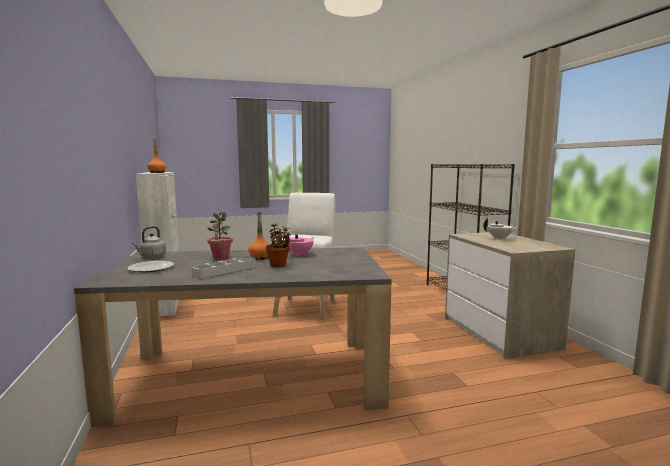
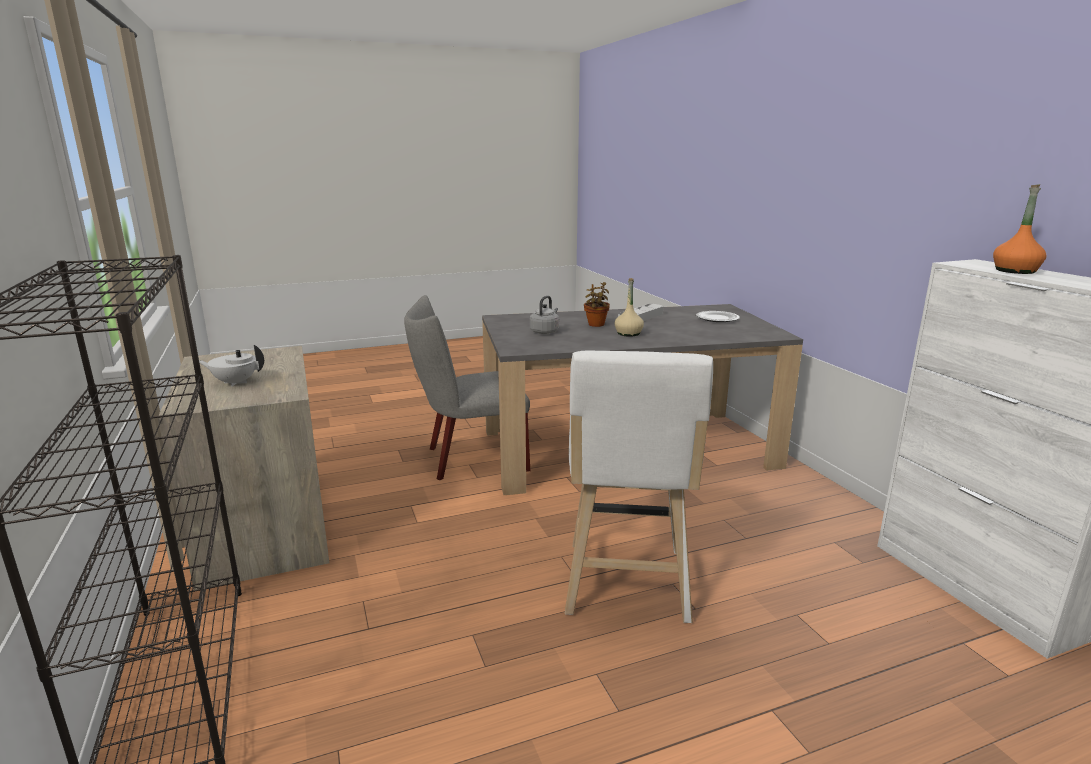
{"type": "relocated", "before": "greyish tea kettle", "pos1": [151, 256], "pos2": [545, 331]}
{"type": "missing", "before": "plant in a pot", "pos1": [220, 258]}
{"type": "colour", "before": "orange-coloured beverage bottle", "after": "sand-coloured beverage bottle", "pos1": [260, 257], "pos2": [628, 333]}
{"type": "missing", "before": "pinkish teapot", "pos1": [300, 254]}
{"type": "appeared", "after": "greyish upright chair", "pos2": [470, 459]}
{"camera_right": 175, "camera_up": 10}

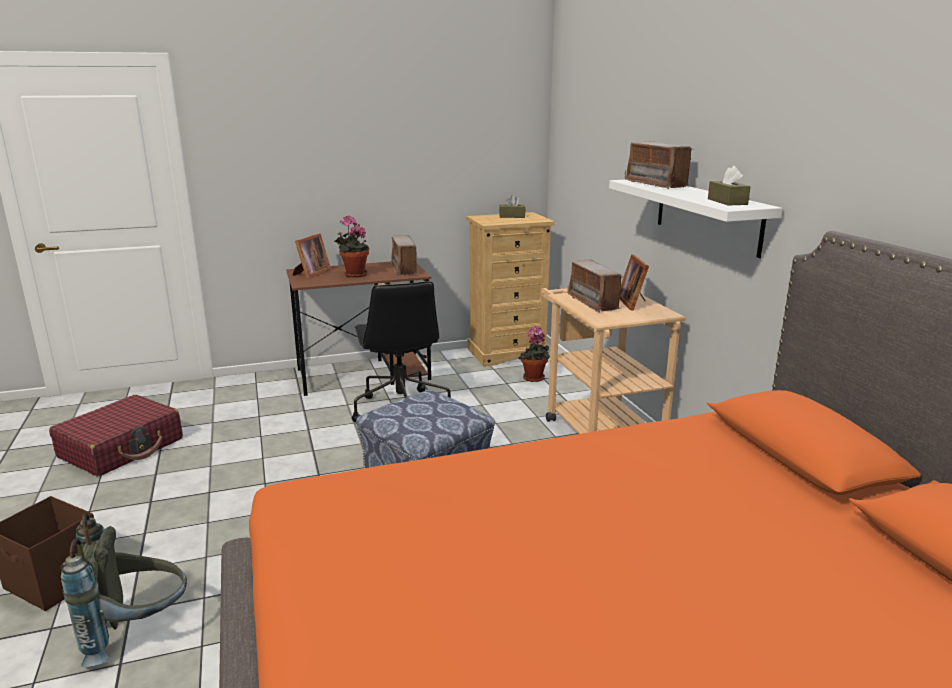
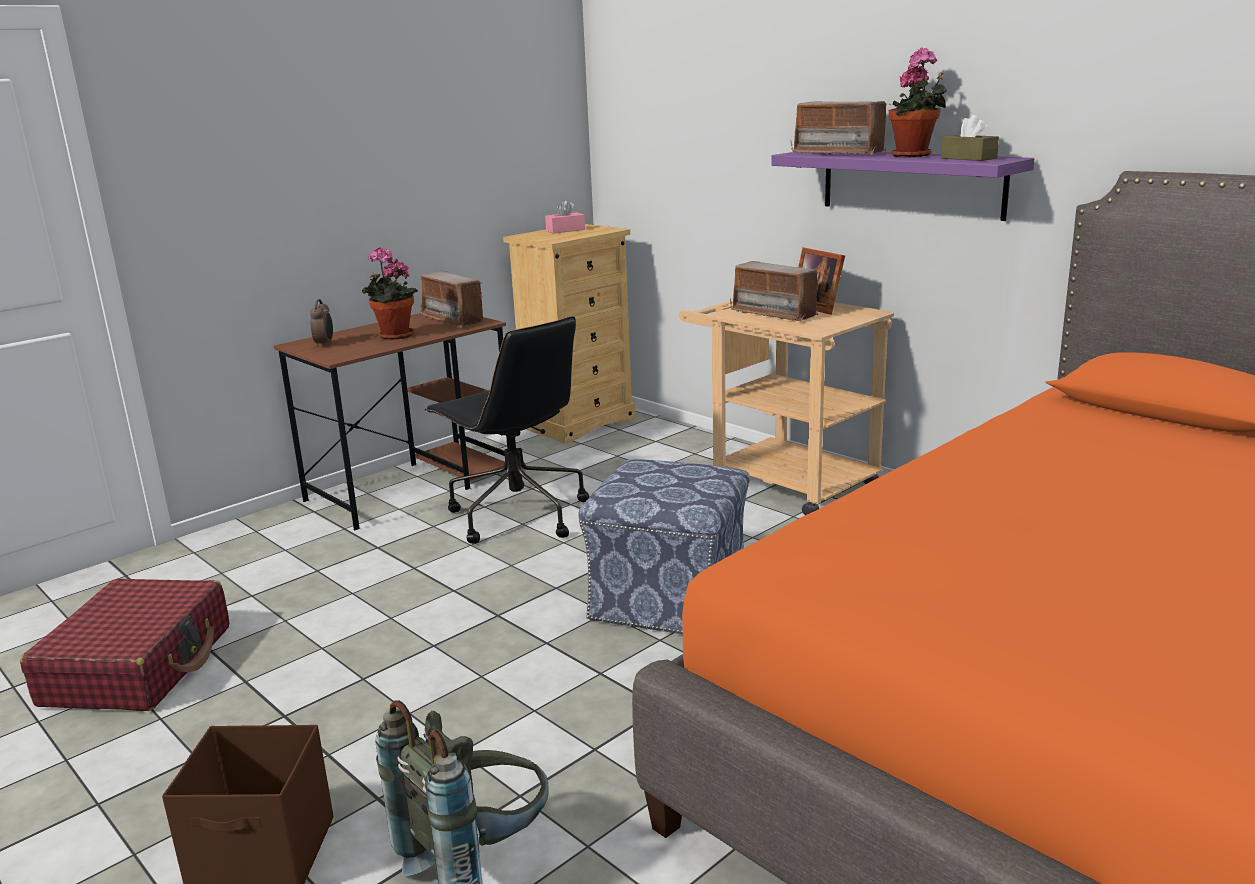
{"type": "exchanged", "before": "photo frame", "after": "alarm clock", "pos1": [311, 273], "pos2": [325, 344]}
{"type": "colour", "before": "brown-coloured tissue holder", "after": "pinkish tissue holder", "pos1": [512, 216], "pos2": [565, 230]}
{"type": "relocated", "before": "plant in a pot", "pos1": [534, 379], "pos2": [914, 156]}
{"type": "colour", "before": "white bracket shelf", "after": "purple-coloured bracket shelf", "pos1": [707, 215], "pos2": [911, 183]}
{"camera_right": -25, "camera_up": 0}

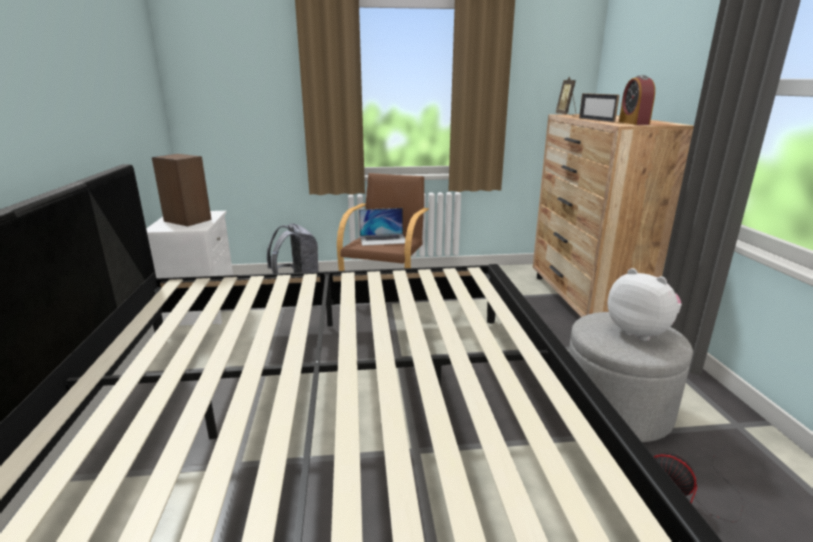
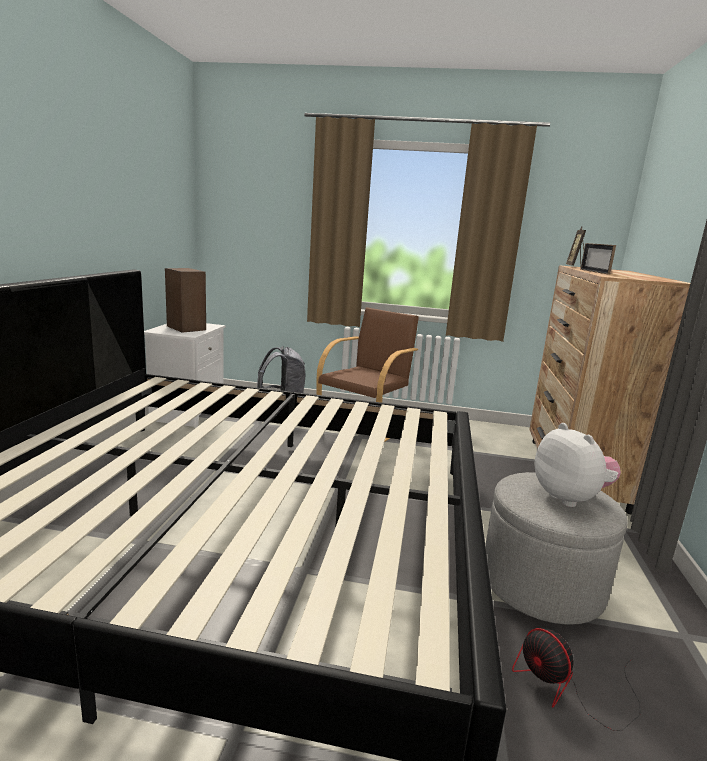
{"type": "missing", "before": "portable computer", "pos1": [383, 239]}
{"type": "missing", "before": "alarm clock", "pos1": [633, 123]}
{"camera_right": 15, "camera_up": -5}

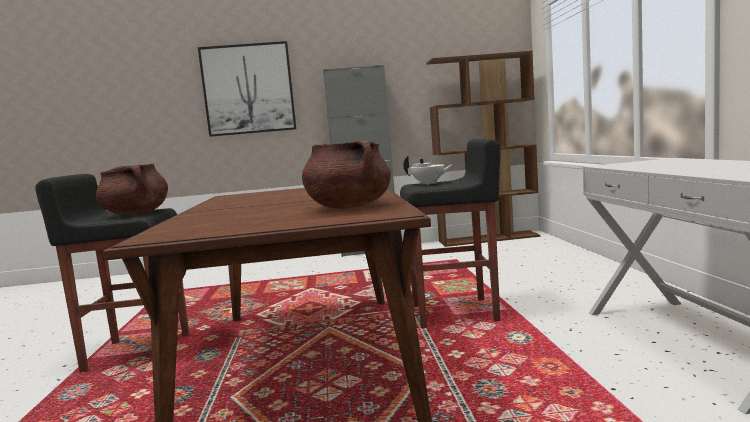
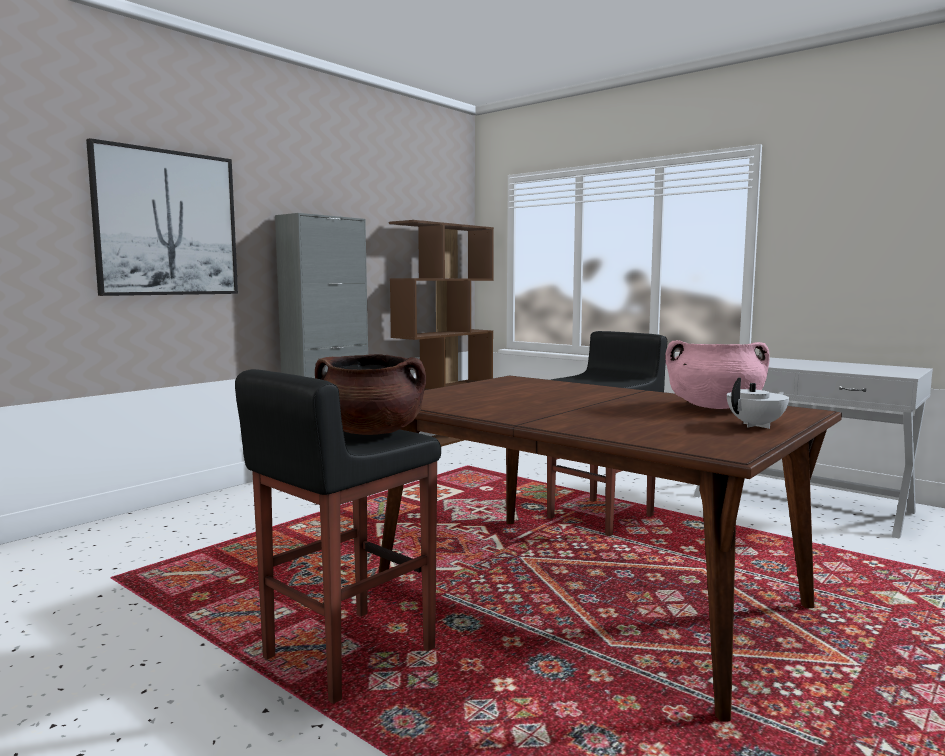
{"type": "colour", "before": "brown-coloured stockpot", "after": "pinkish stockpot", "pos1": [348, 207], "pos2": [714, 407]}
{"type": "relocated", "before": "white teapot", "pos1": [429, 183], "pos2": [756, 425]}
{"camera_right": -45, "camera_up": 0}

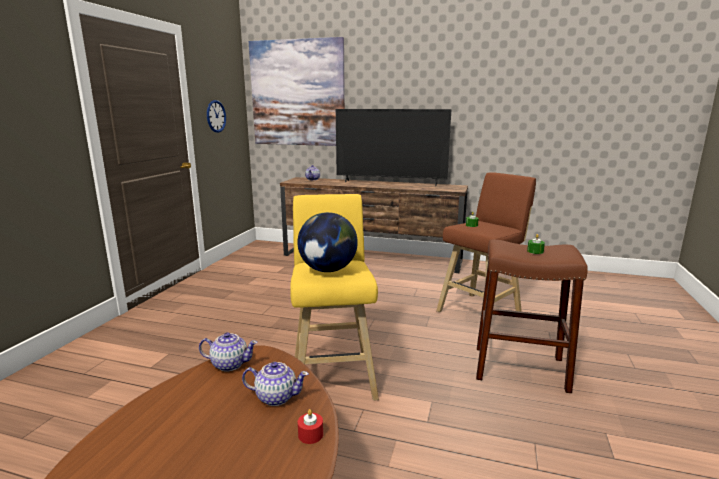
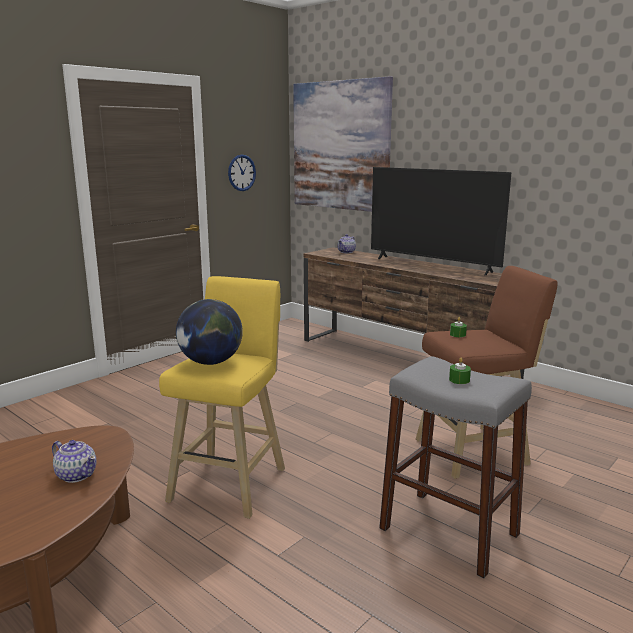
{"type": "missing", "before": "teapot", "pos1": [229, 364]}
{"type": "missing", "before": "red-coloured wax candle", "pos1": [310, 434]}
{"type": "colour", "before": "brown-coloured sitting stool", "after": "greyish sitting stool", "pos1": [519, 368], "pos2": [448, 531]}
{"camera_right": 25, "camera_up": 0}

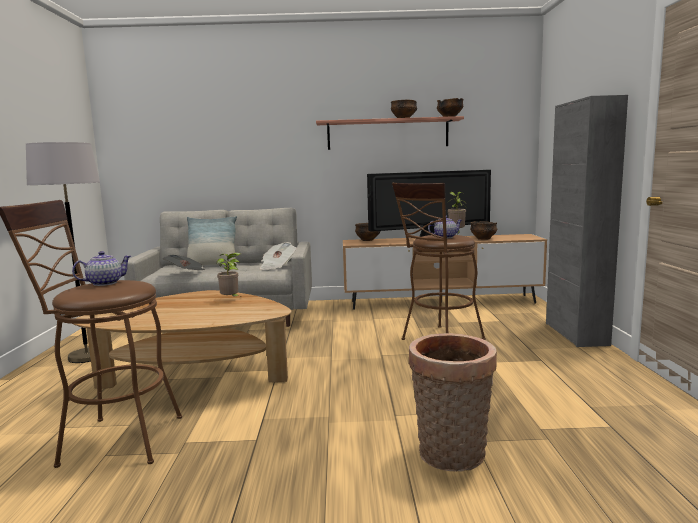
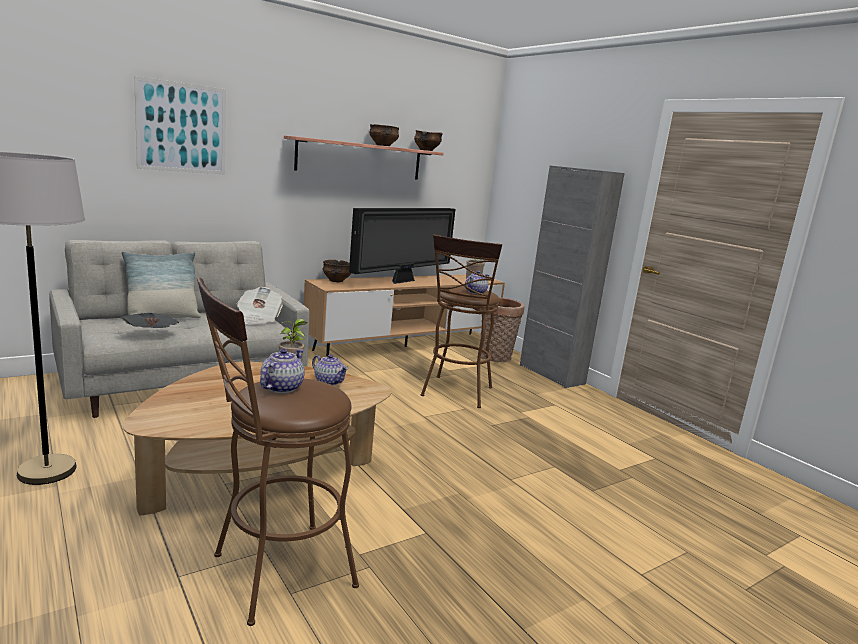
{"type": "relocated", "before": "storage basket", "pos1": [451, 457], "pos2": [495, 358]}
{"type": "missing", "before": "serving bowl", "pos1": [483, 239]}
{"type": "appeared", "after": "wall art", "pos2": [182, 128]}
{"type": "appeared", "after": "teapot", "pos2": [329, 382]}
{"camera_right": -35, "camera_up": 5}

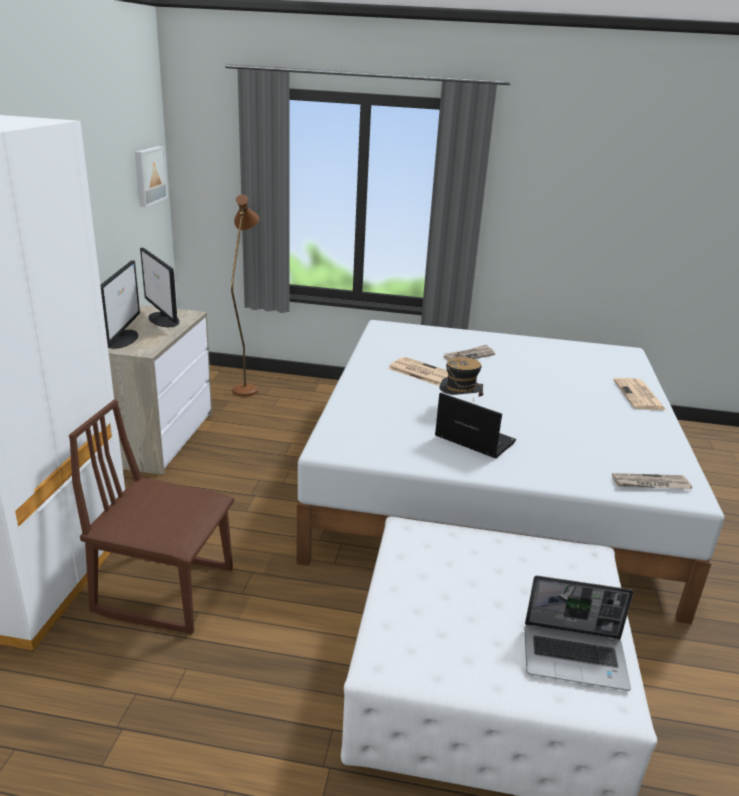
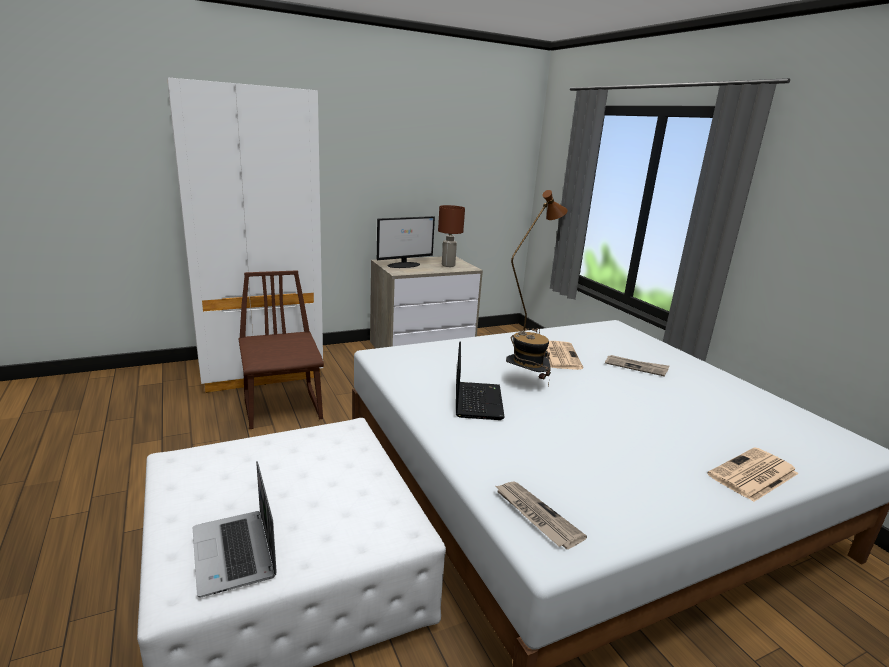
{"type": "missing", "before": "wall art", "pos1": [148, 175]}
{"type": "exchanged", "before": "computer screen", "after": "brown-coloured lamp for a table", "pos1": [163, 320], "pos2": [448, 265]}
{"camera_right": 55, "camera_up": -5}

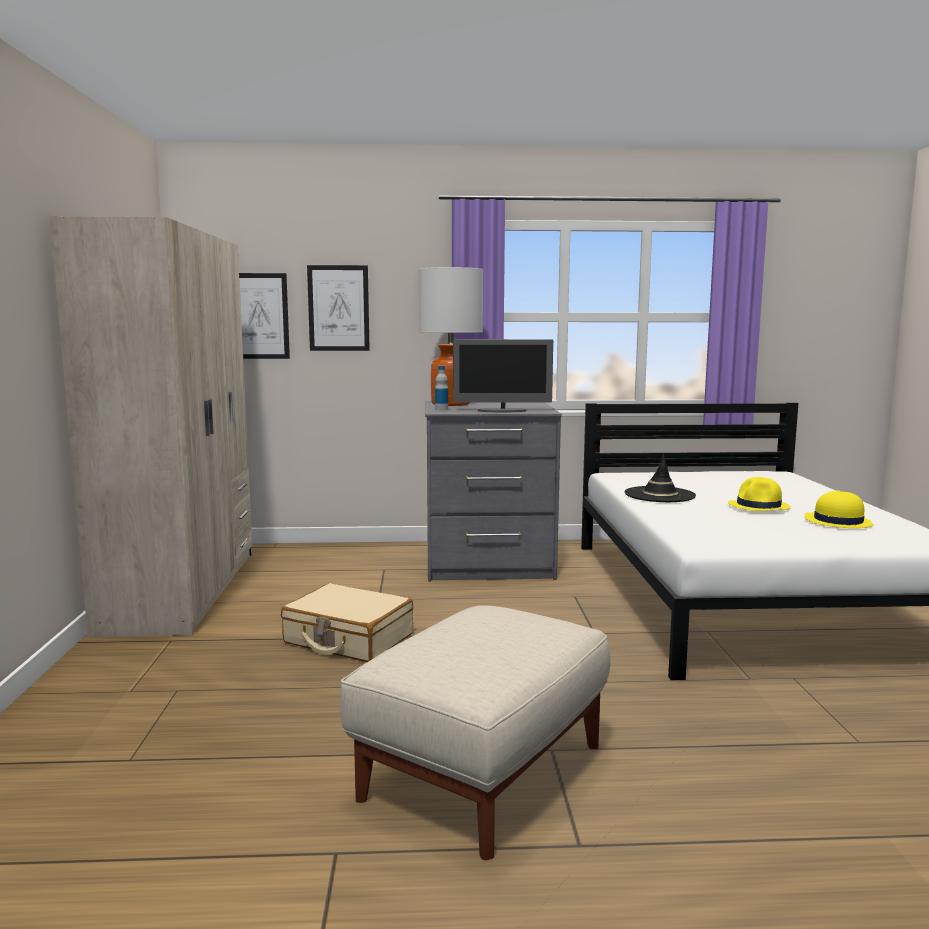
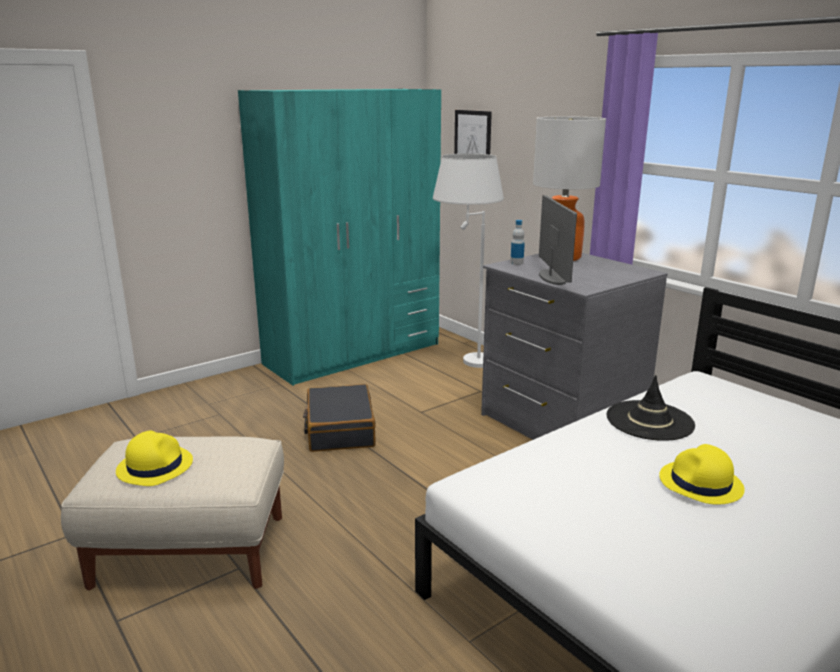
{"type": "colour", "before": "sand-coloured clothes cupboard", "after": "turquoise-coloured clothes cupboard", "pos1": [183, 589], "pos2": [354, 354]}
{"type": "colour", "before": "sand-coloured travel case", "after": "blackish travel case", "pos1": [348, 639], "pos2": [340, 430]}
{"type": "missing", "before": "wall art", "pos1": [338, 308]}
{"type": "spun", "before": "computer screen", "pos1": [502, 411], "pos2": [552, 277], "turn": -150}
{"type": "relocated", "before": "yellow-coloured hat", "pos1": [837, 522], "pos2": [155, 466]}
{"type": "appeared", "after": "white floor lamp", "pos2": [464, 365]}
{"camera_right": 55, "camera_up": 10}

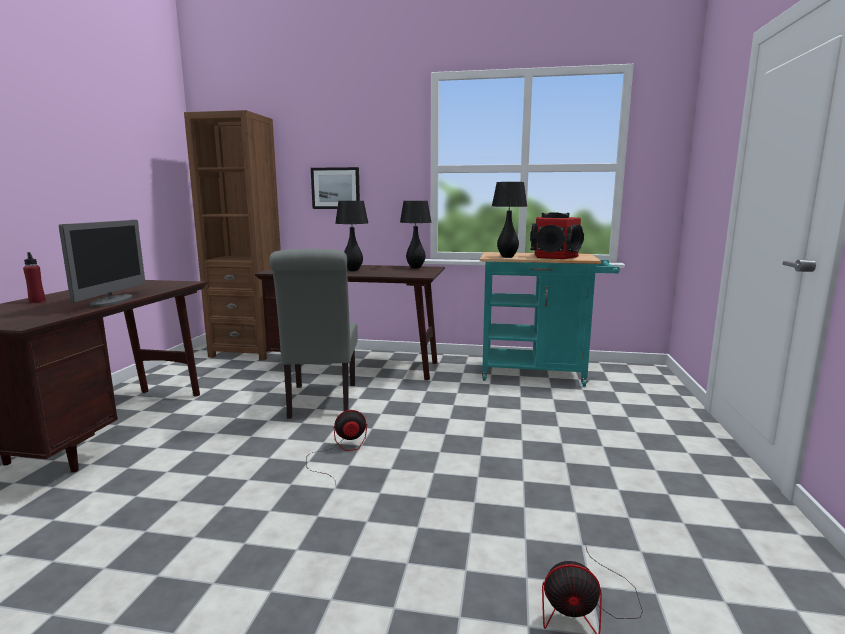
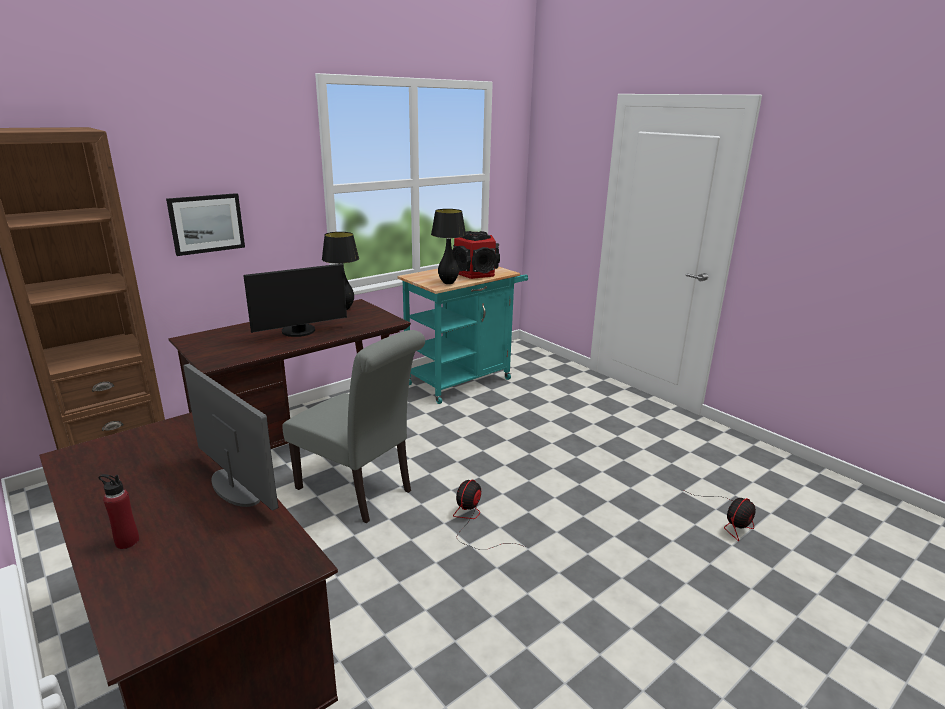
{"type": "exchanged", "before": "blackish lamp for a table", "after": "computer screen", "pos1": [353, 270], "pos2": [300, 332]}
{"camera_right": -50, "camera_up": 10}

